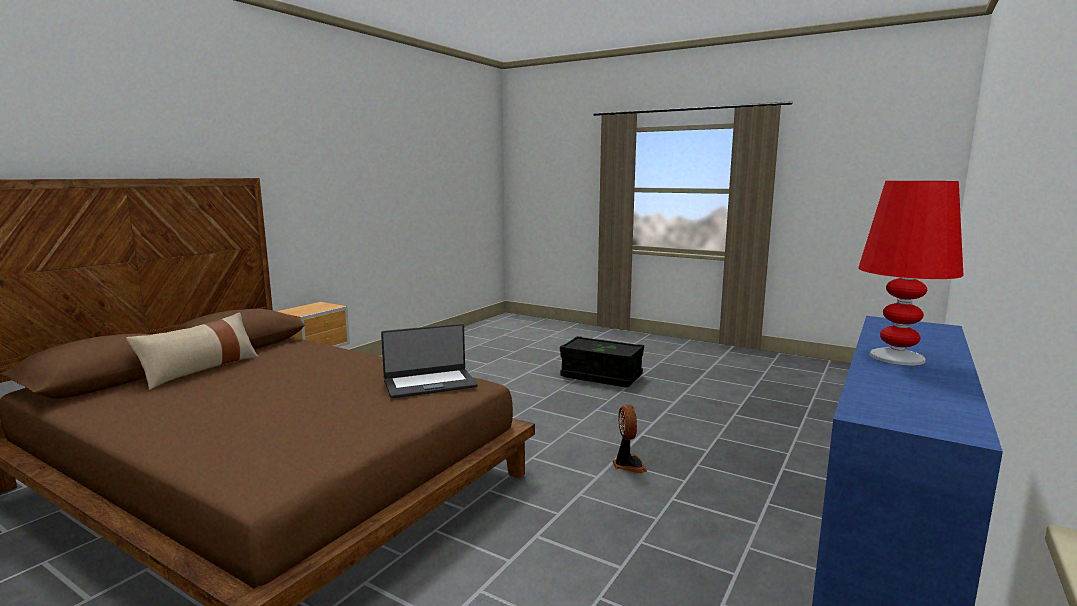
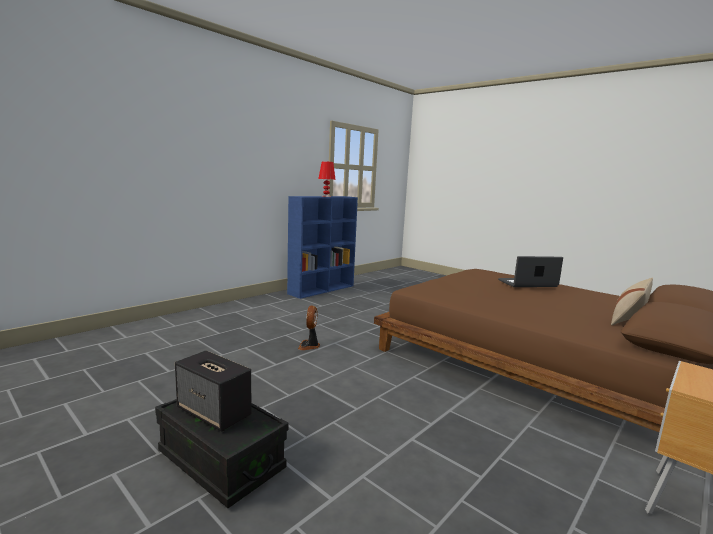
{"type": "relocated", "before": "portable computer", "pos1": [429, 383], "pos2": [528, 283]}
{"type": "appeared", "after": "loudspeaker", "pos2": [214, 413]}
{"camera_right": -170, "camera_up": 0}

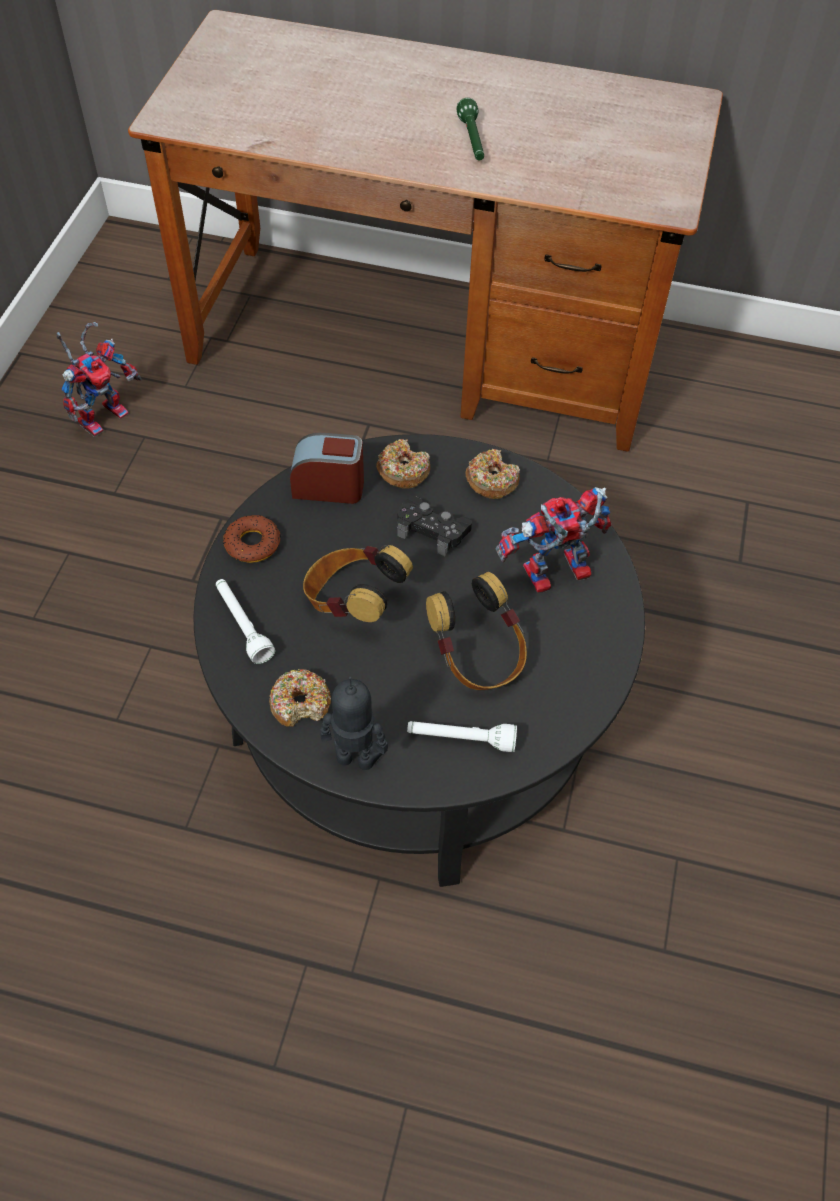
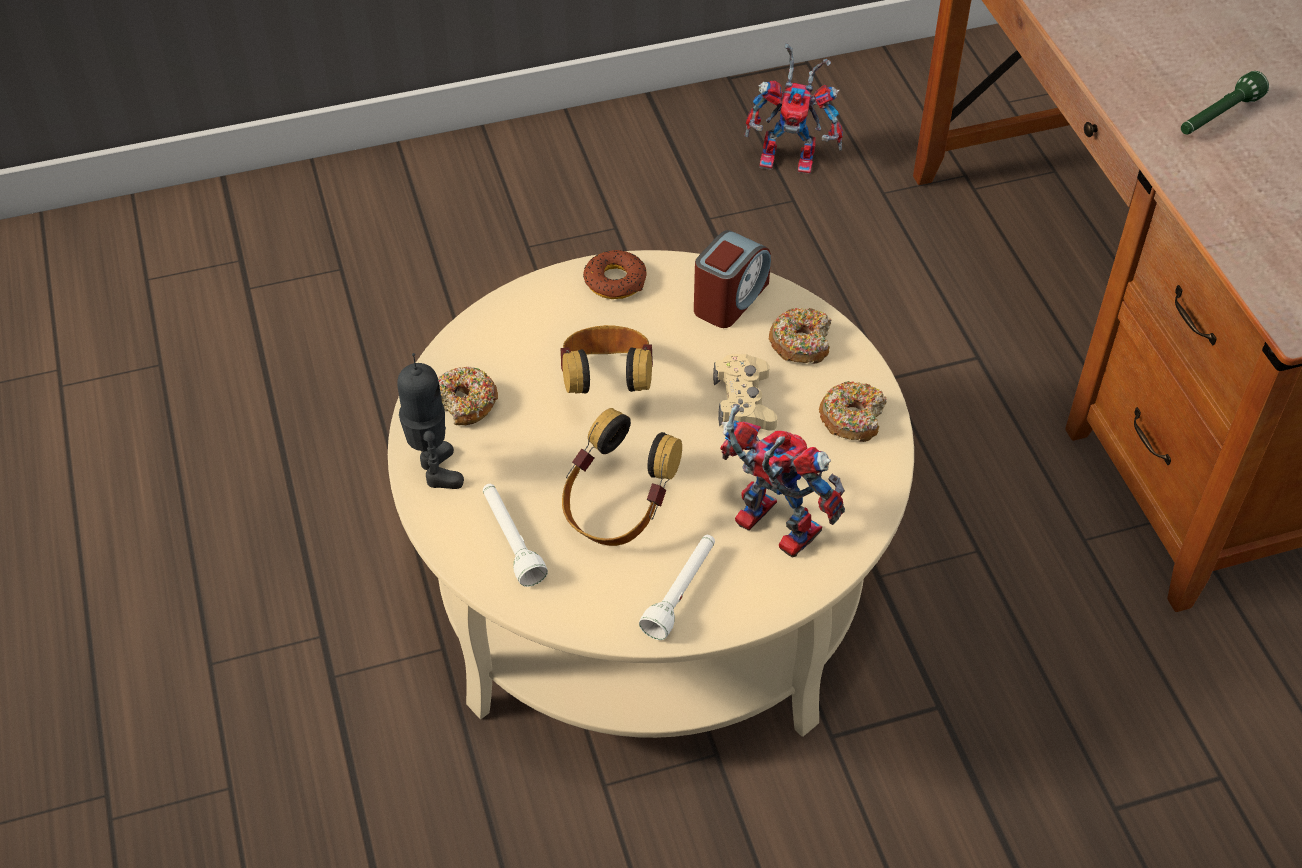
{"type": "colour", "before": "blackish coffee table", "after": "sand-coloured coffee table", "pos1": [416, 710], "pos2": [650, 583]}
{"type": "relocated", "before": "white hand torch", "pos1": [242, 625], "pos2": [681, 592]}
{"type": "spun", "before": "alarm clock", "pos1": [328, 486], "pos2": [730, 298], "turn": 60}
{"type": "colour", "before": "blackish game controller", "after": "sand-coloured game controller", "pos1": [432, 530], "pos2": [744, 401]}
{"camera_right": 60, "camera_up": -5}

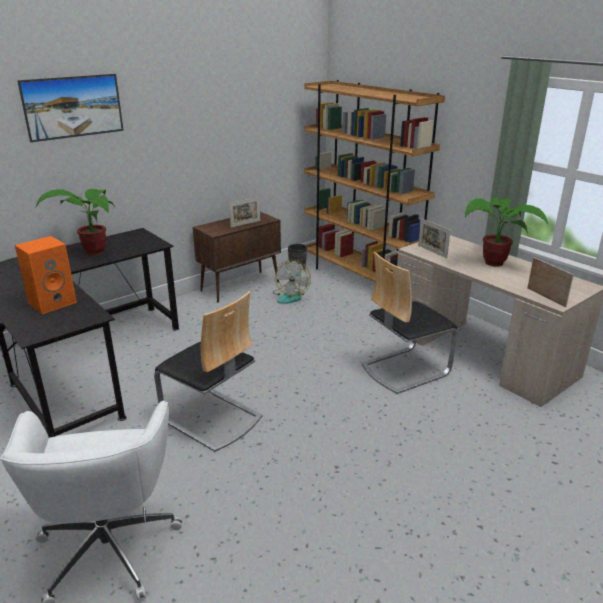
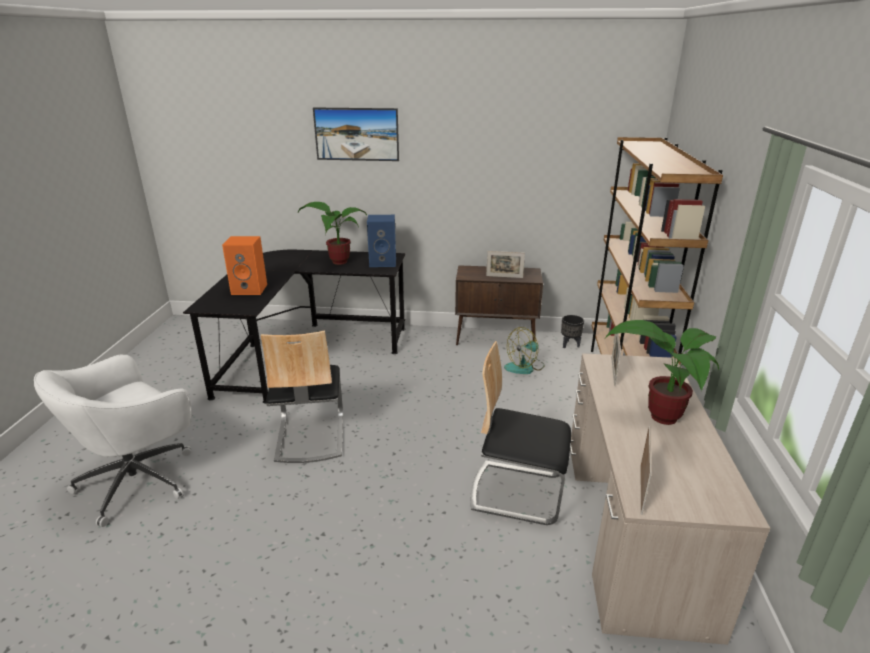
{"type": "appeared", "after": "blue loudspeaker", "pos2": [383, 262]}
{"camera_right": 45, "camera_up": 0}

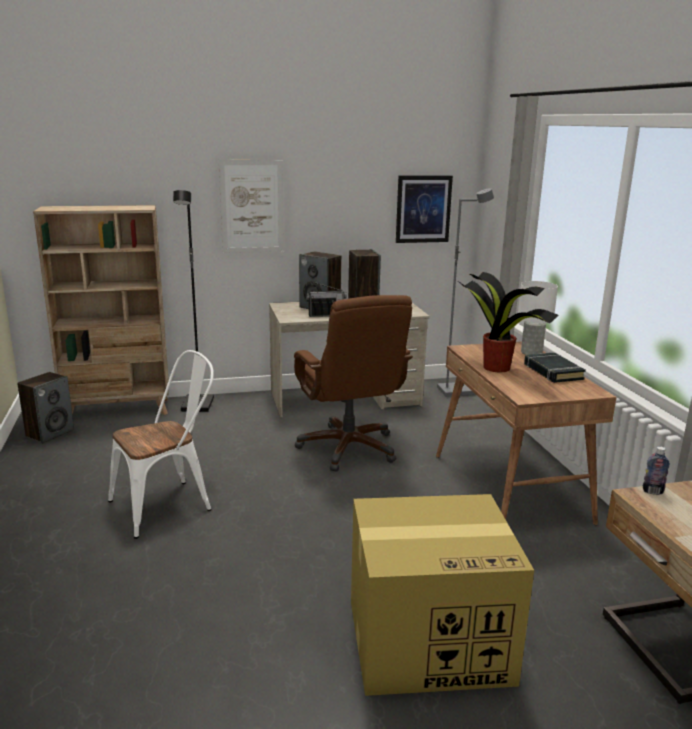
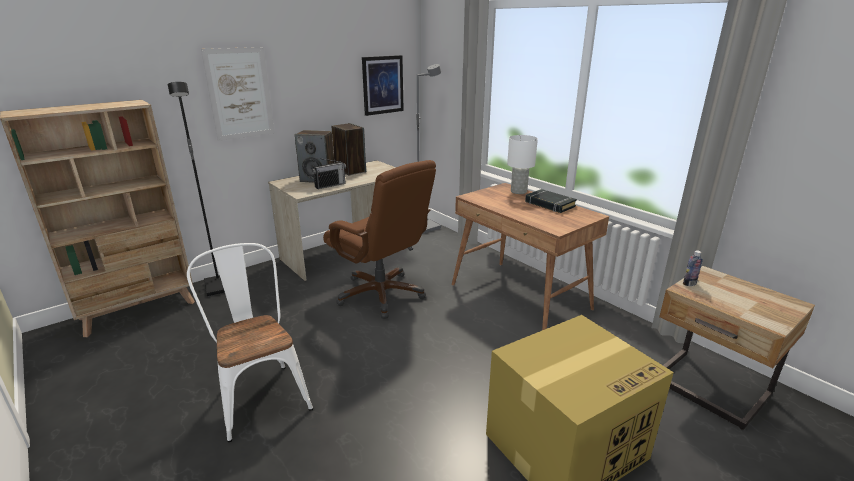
{"type": "missing", "before": "loudspeaker", "pos1": [50, 433]}
{"type": "spun", "before": "white upright chair", "pos1": [168, 504], "pos2": [260, 394], "turn": -60}
{"type": "missing", "before": "plant in a pot", "pos1": [497, 368]}
{"camera_right": -25, "camera_up": 5}

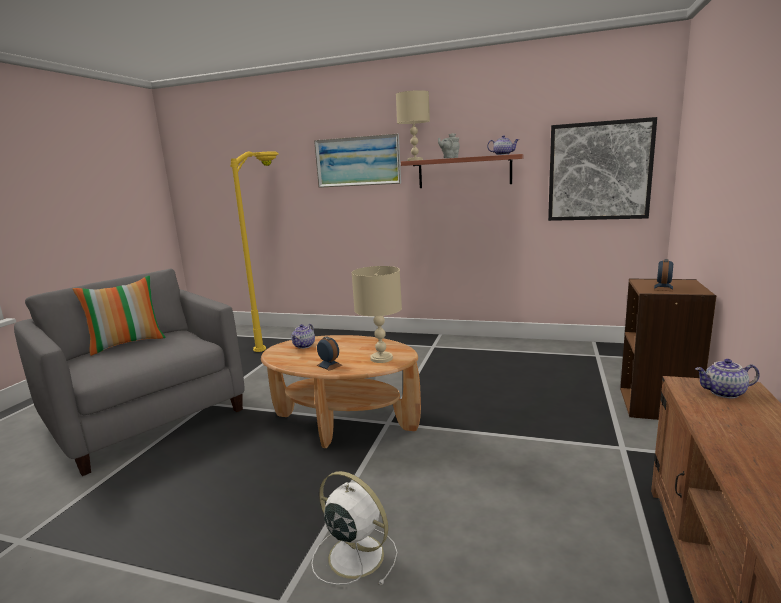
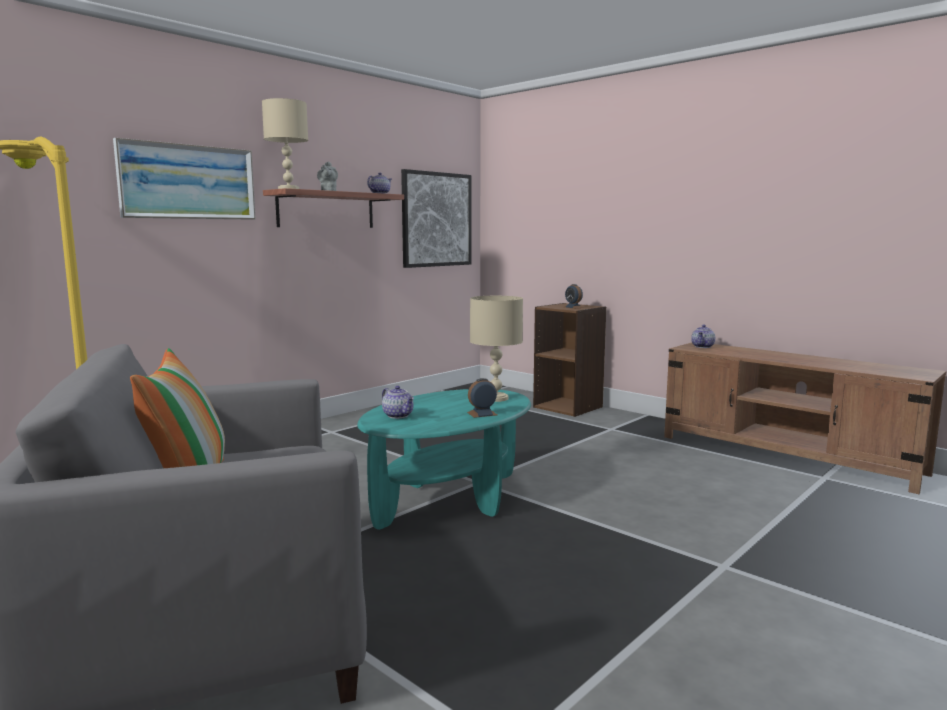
{"type": "colour", "before": "brown-coloured coffee table", "after": "turquoise-coloured coffee table", "pos1": [344, 422], "pos2": [449, 499]}
{"type": "missing", "before": "white fan", "pos1": [354, 555]}
{"camera_right": -65, "camera_up": -5}

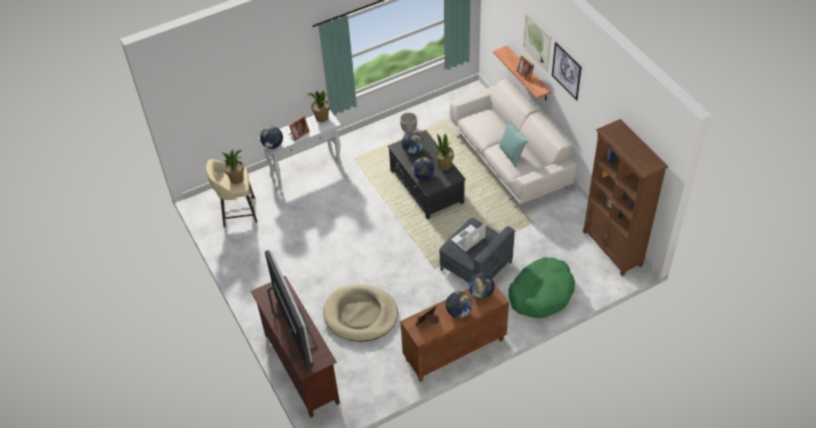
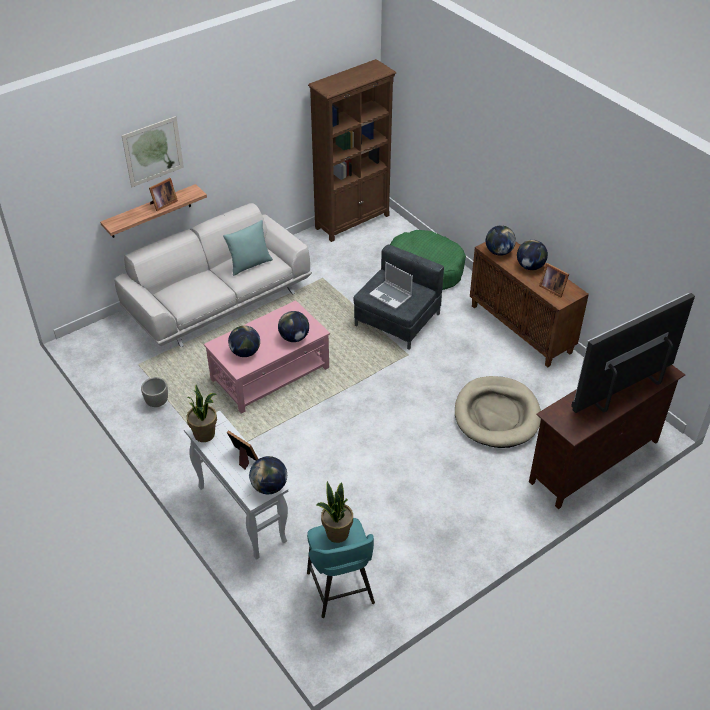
{"type": "colour", "before": "sand-coloured sitting stool", "after": "turquoise-coloured sitting stool", "pos1": [237, 212], "pos2": [341, 590]}
{"type": "colour", "before": "blackish coffee table", "after": "pinkish coffee table", "pos1": [426, 187], "pos2": [271, 374]}
{"type": "missing", "before": "plant in a pot", "pos1": [444, 165]}
{"type": "missing", "before": "wall art", "pos1": [566, 71]}
{"camera_right": -100, "camera_up": -5}

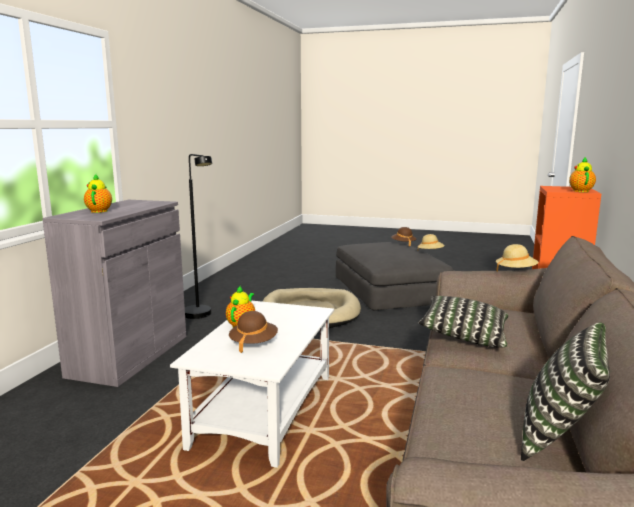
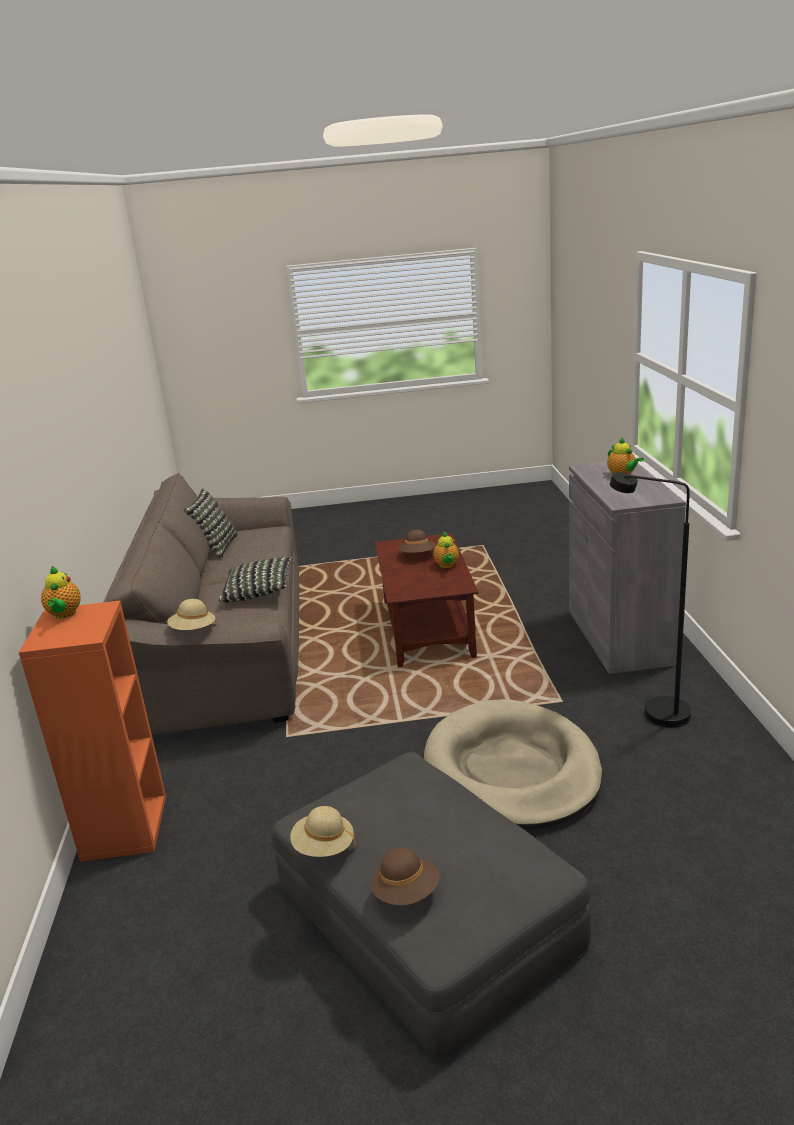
{"type": "colour", "before": "white coffee table", "after": "brown-coloured coffee table", "pos1": [265, 411], "pos2": [426, 628]}
{"camera_right": 160, "camera_up": 10}

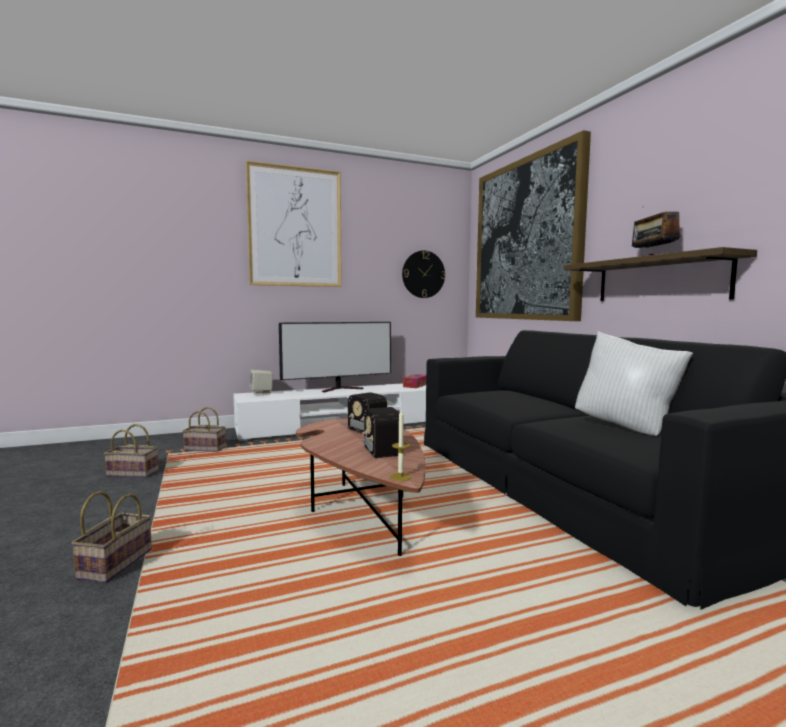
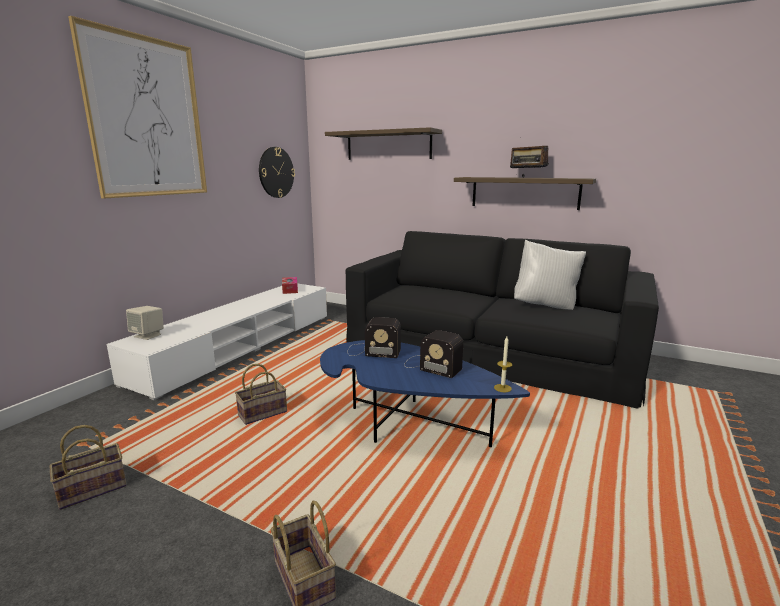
{"type": "relocated", "before": "storage basket", "pos1": [206, 448], "pos2": [263, 412]}
{"type": "missing", "before": "TV set", "pos1": [341, 389]}
{"type": "colour", "before": "brown-coloured coffee table", "after": "blue coffee table", "pos1": [363, 509], "pos2": [406, 422]}
{"type": "exchanged", "before": "wall art", "after": "bracket shelf", "pos1": [526, 240], "pos2": [388, 145]}
{"camera_right": -40, "camera_up": 10}

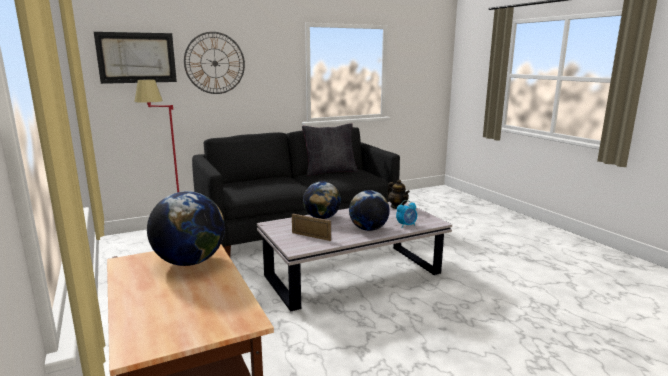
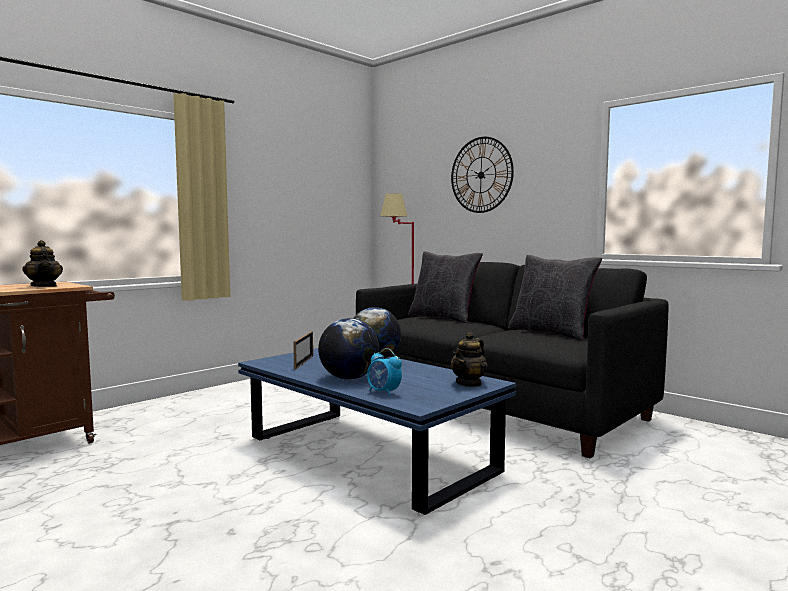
{"type": "missing", "before": "wall art", "pos1": [137, 58]}
{"type": "exchanged", "before": "globe", "after": "teapot", "pos1": [189, 262], "pos2": [44, 286]}
{"type": "colour", "before": "white coffee table", "after": "blue coffee table", "pos1": [353, 276], "pos2": [368, 455]}
{"type": "appeared", "after": "blackish cushion", "pos2": [443, 318]}
{"camera_right": 70, "camera_up": -10}

